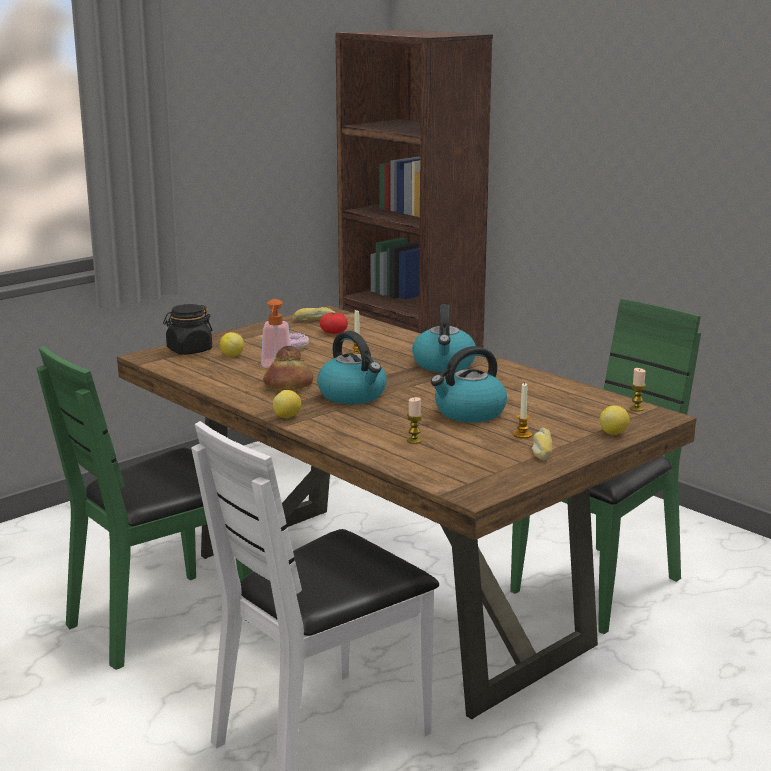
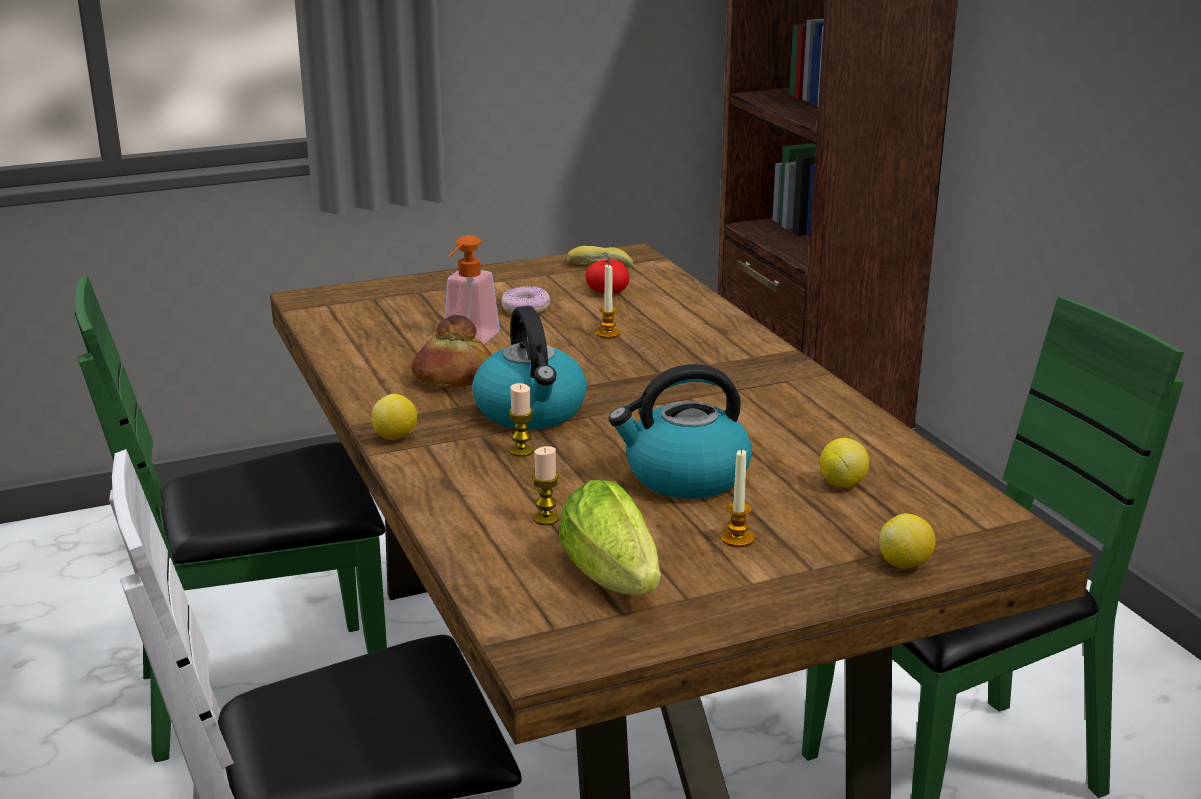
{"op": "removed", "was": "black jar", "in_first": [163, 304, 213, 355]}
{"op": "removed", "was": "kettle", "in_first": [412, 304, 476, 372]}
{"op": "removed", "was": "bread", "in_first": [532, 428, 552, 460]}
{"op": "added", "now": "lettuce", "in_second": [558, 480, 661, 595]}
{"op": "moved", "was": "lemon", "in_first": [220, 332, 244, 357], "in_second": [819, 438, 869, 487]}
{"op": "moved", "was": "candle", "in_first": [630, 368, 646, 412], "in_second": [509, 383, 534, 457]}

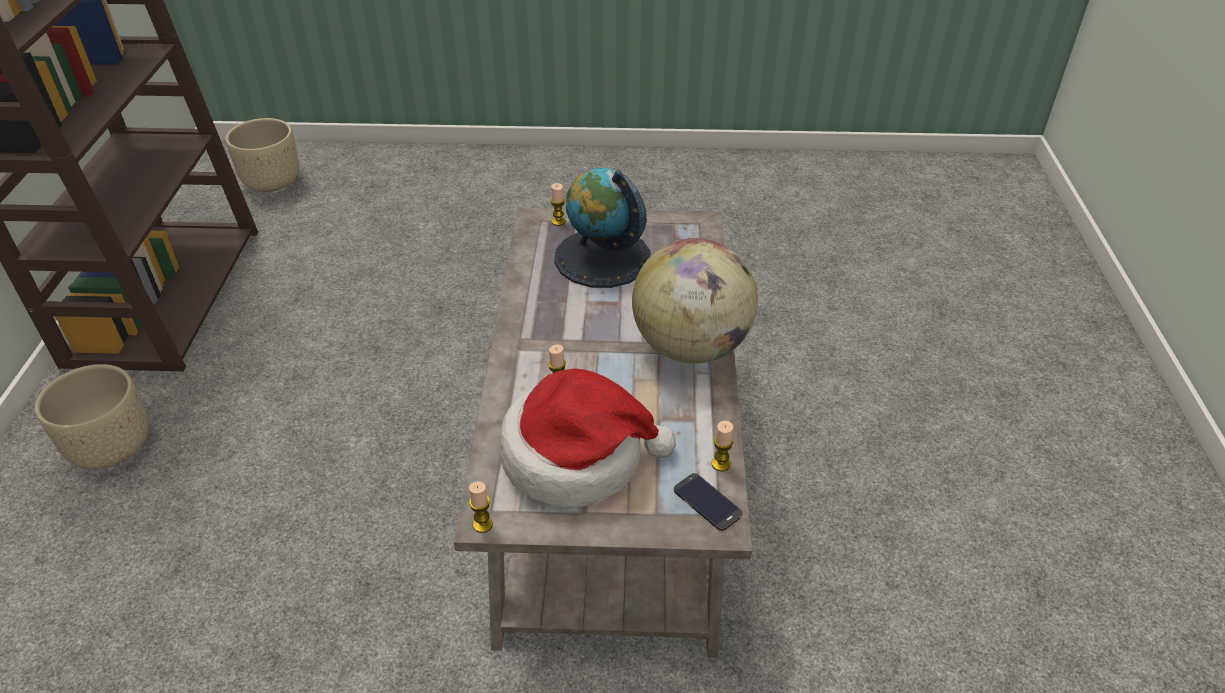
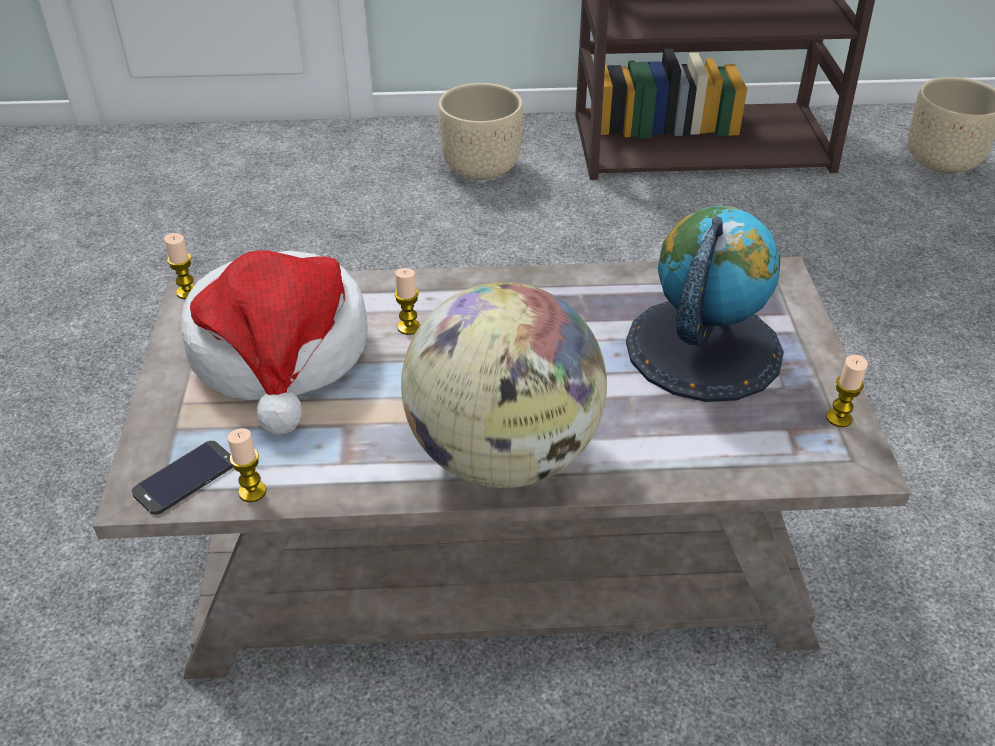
{"op": "moved", "was": "candle", "in_first": [550, 183, 566, 226], "in_second": [826, 355, 868, 427]}

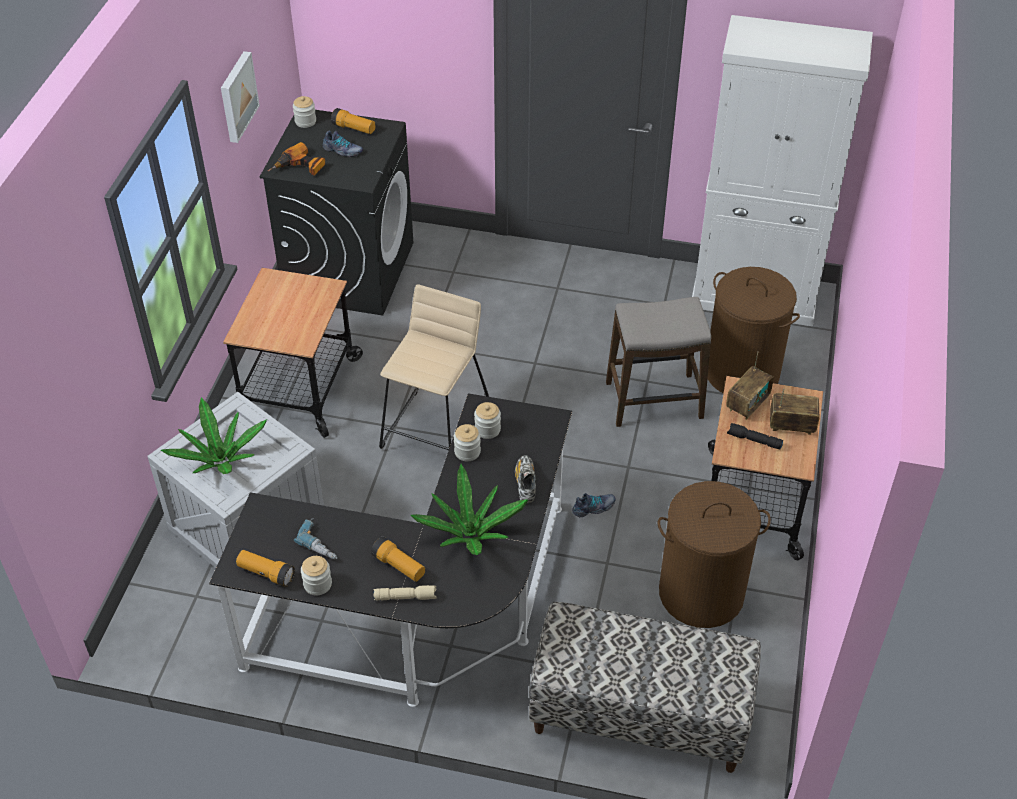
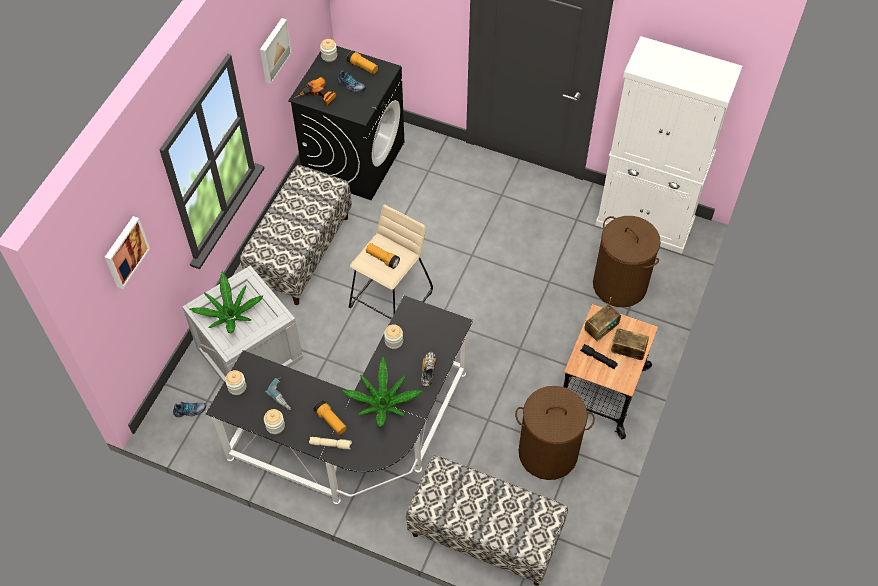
{"op": "removed", "was": "stool", "in_first": [606, 297, 711, 427]}
{"op": "added", "now": "picture", "in_second": [105, 216, 150, 289]}
{"op": "moved", "was": "flashlight", "in_first": [236, 550, 295, 587], "in_second": [366, 243, 400, 269]}
{"op": "moved", "was": "jar", "in_first": [474, 402, 501, 439], "in_second": [225, 370, 246, 395]}
{"op": "moved", "was": "shoe", "in_first": [572, 493, 615, 517], "in_second": [173, 402, 206, 417]}
{"op": "replaced", "was": "cart", "now": "bench", "in_first": [223, 268, 363, 438], "in_second": [240, 165, 352, 305]}

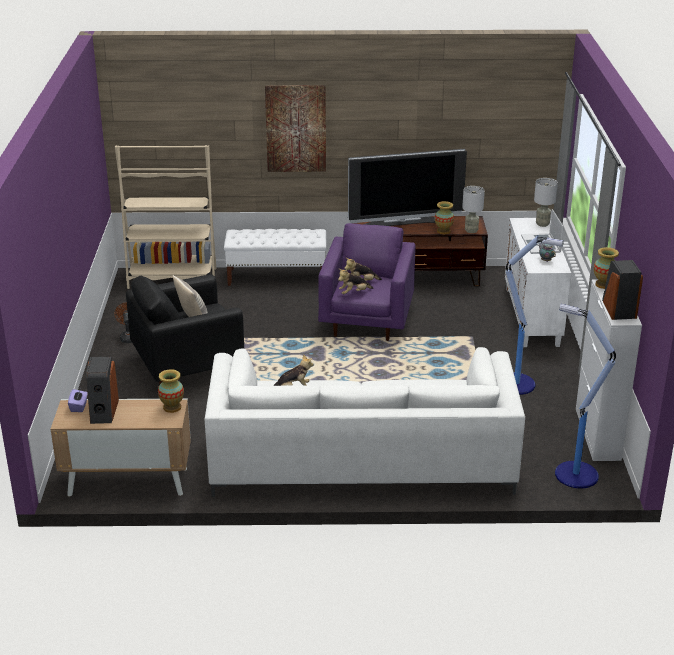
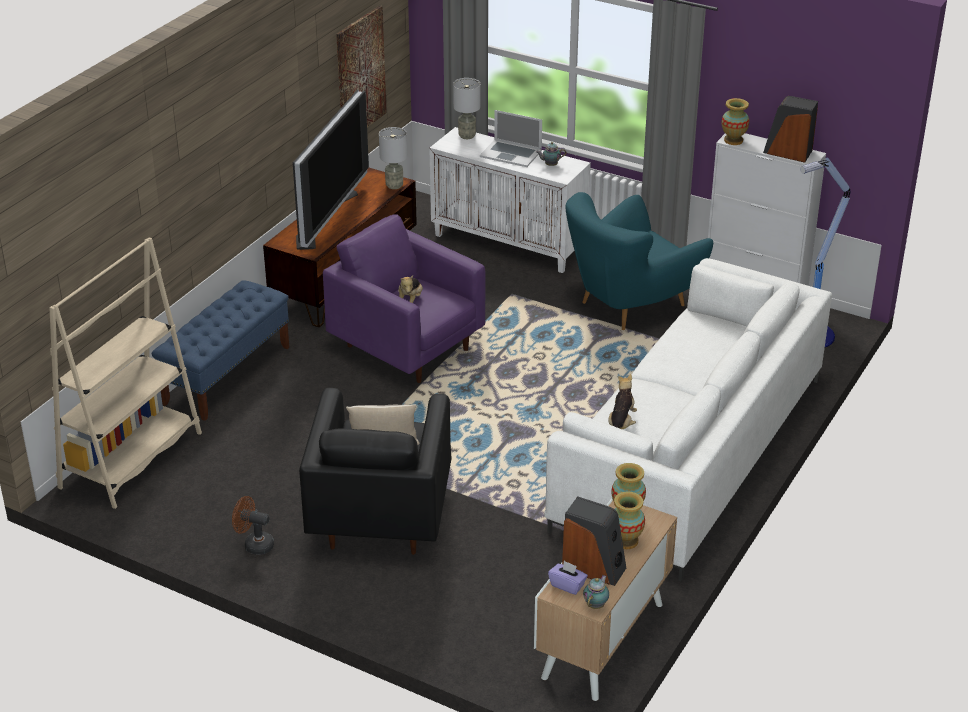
{"op": "removed", "was": "plush toy", "in_first": [338, 269, 373, 294]}
{"op": "added", "now": "teapot", "in_second": [583, 575, 609, 609]}
{"op": "moved", "was": "picture", "in_first": [265, 85, 326, 172], "in_second": [336, 5, 387, 127]}
{"op": "moved", "was": "vase", "in_first": [435, 201, 454, 234], "in_second": [614, 491, 645, 549]}
{"op": "replaced", "was": "floor lamp", "now": "turquoise armchair", "in_first": [506, 235, 564, 395], "in_second": [565, 192, 713, 330]}
{"op": "recoloured", "was": "white bench", "now": "blue bench", "in_first": [224, 229, 326, 286], "in_second": [152, 280, 290, 421]}

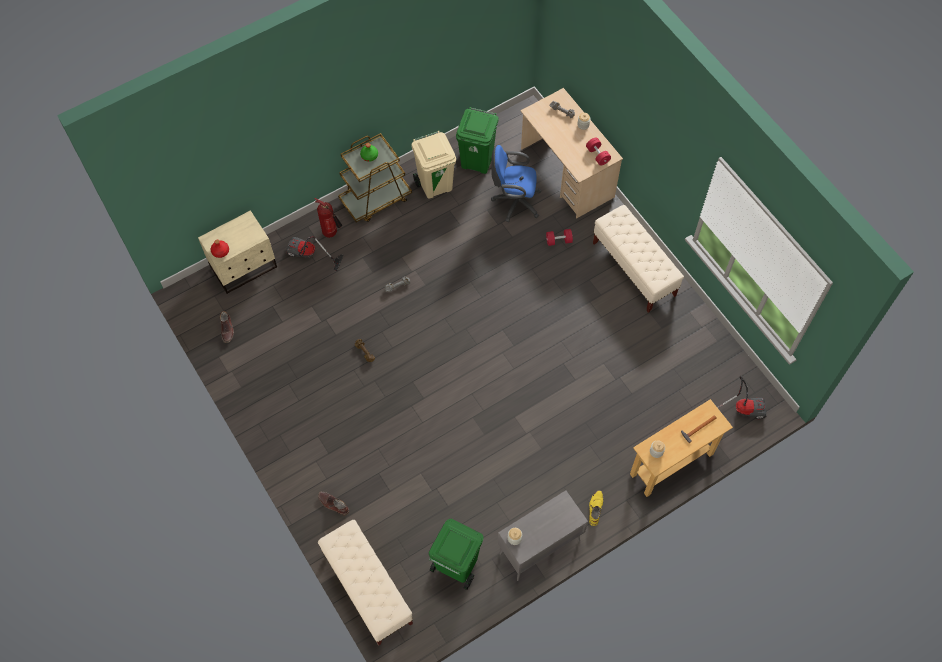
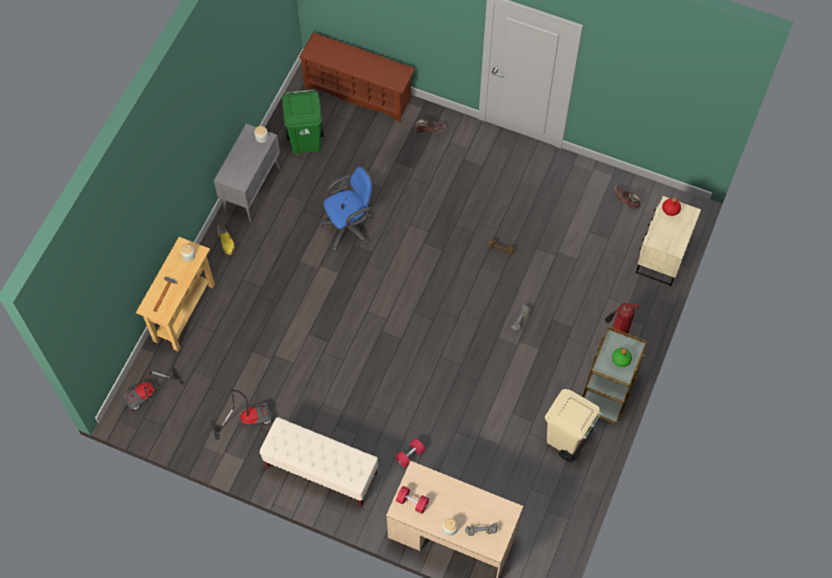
{"op": "removed", "was": "green trash can", "in_first": [456, 107, 499, 174]}
{"op": "moved", "was": "vacuum cleaner", "in_first": [285, 236, 344, 271], "in_second": [211, 388, 273, 440]}
{"op": "moved", "was": "blue office chair", "in_first": [491, 145, 541, 222], "in_second": [319, 167, 373, 251]}
{"op": "replaced", "was": "beige bench", "now": "brown shoe rack", "in_first": [318, 520, 413, 645], "in_second": [299, 33, 415, 122]}

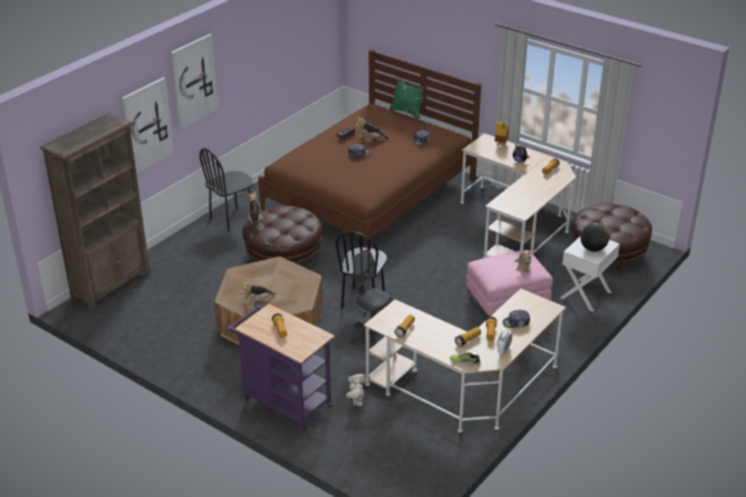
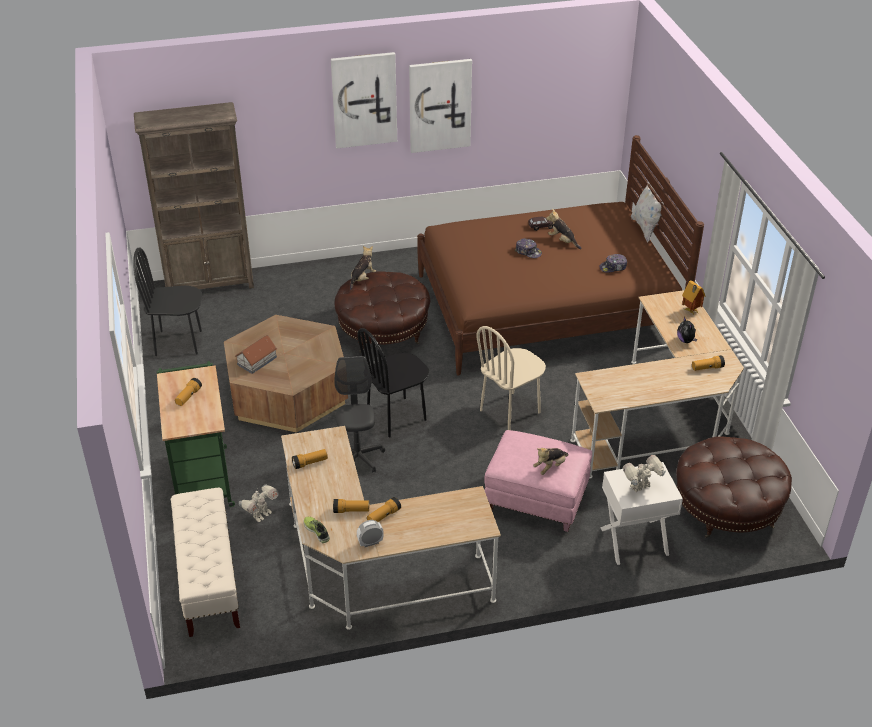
{"op": "removed", "was": "cap", "in_first": [503, 310, 530, 328]}
{"op": "added", "now": "beige bench", "in_second": [171, 488, 240, 637]}
{"op": "added", "now": "beige chair", "in_second": [477, 326, 546, 430]}
{"op": "moved", "was": "picture", "in_first": [121, 77, 174, 174], "in_second": [409, 59, 472, 153]}
{"op": "moved", "was": "black chair", "in_first": [199, 148, 254, 232], "in_second": [133, 247, 202, 356]}
{"op": "replaced", "was": "plush toy", "now": "toy house", "in_first": [240, 282, 275, 305], "in_second": [235, 335, 277, 374]}
{"op": "replaced", "was": "globe", "now": "toy robot", "in_first": [581, 223, 609, 252], "in_second": [623, 455, 666, 492]}
{"op": "recoloured", "was": "purple cart", "now": "green cart", "in_first": [226, 304, 335, 431], "in_second": [157, 361, 235, 507]}
{"op": "recoloured", "was": "green pillow", "now": "white pillow", "in_first": [390, 76, 427, 120], "in_second": [631, 182, 664, 242]}

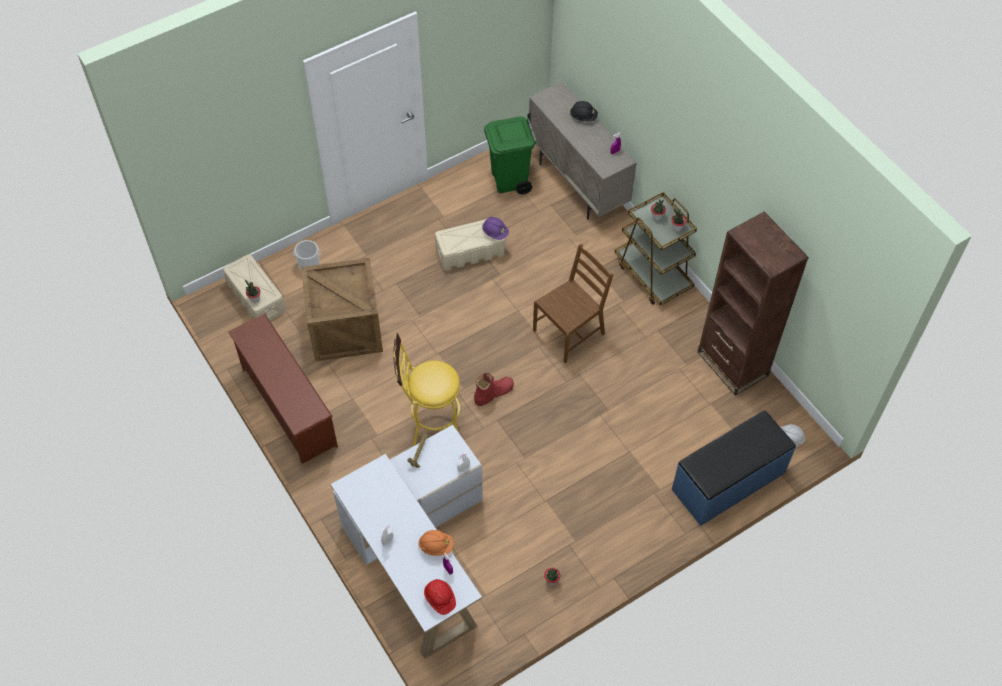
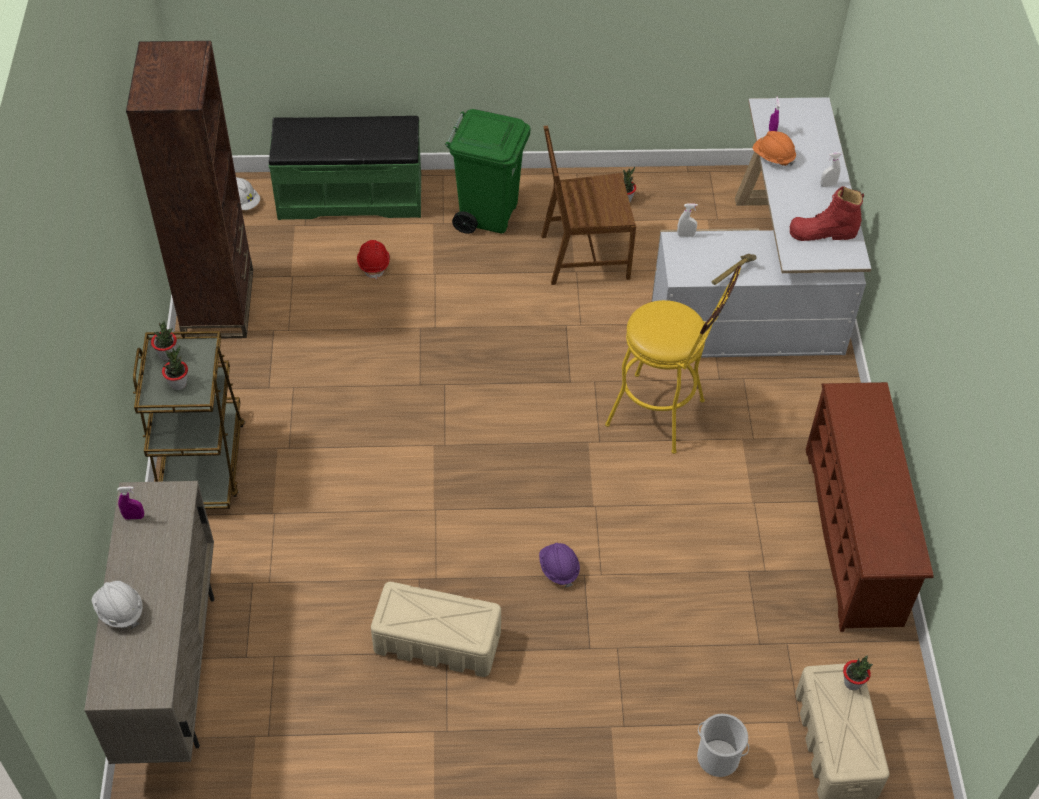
{"op": "removed", "was": "crate", "in_first": [301, 258, 383, 361]}
{"op": "moved", "was": "red hard hat", "in_first": [424, 579, 456, 615], "in_second": [357, 240, 390, 280]}
{"op": "moved", "was": "red boot", "in_first": [474, 373, 514, 406], "in_second": [790, 186, 865, 241]}
{"op": "moved", "was": "purple hard hat", "in_first": [482, 217, 509, 240], "in_second": [539, 543, 580, 588]}
{"op": "moved", "was": "green trash can", "in_first": [484, 116, 537, 194], "in_second": [445, 109, 531, 234]}
{"op": "moved", "was": "brown chair", "in_first": [533, 244, 614, 363], "in_second": [541, 125, 636, 285]}
{"op": "recoloured", "was": "black hard hat", "now": "white hard hat", "in_first": [570, 101, 598, 121], "in_second": [91, 581, 143, 629]}
{"op": "recoloured", "was": "blue bench", "now": "green bench", "in_first": [672, 410, 796, 526], "in_second": [269, 116, 421, 220]}

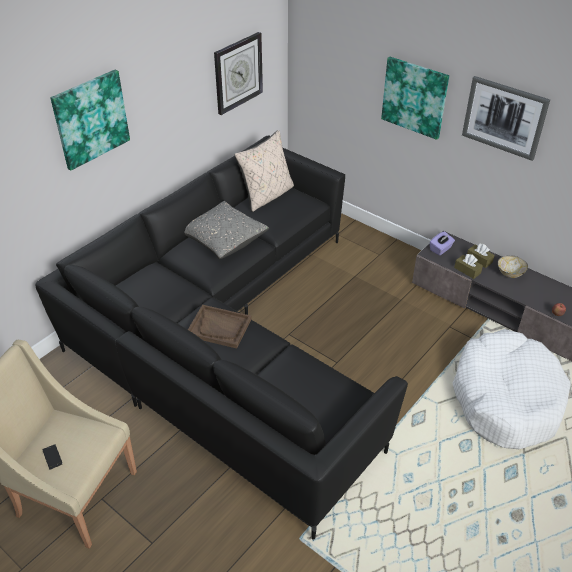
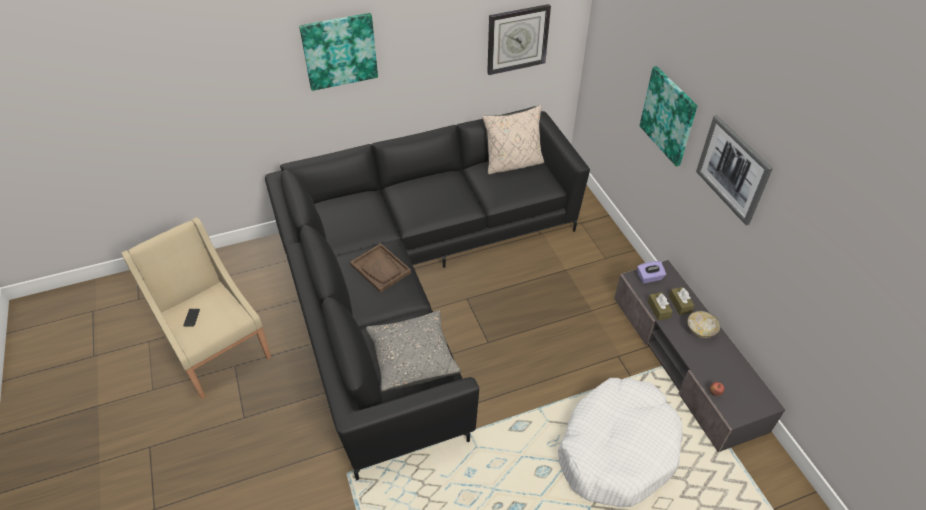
{"op": "moved", "was": "grey pillow", "in_first": [185, 201, 269, 259], "in_second": [366, 311, 461, 392]}

